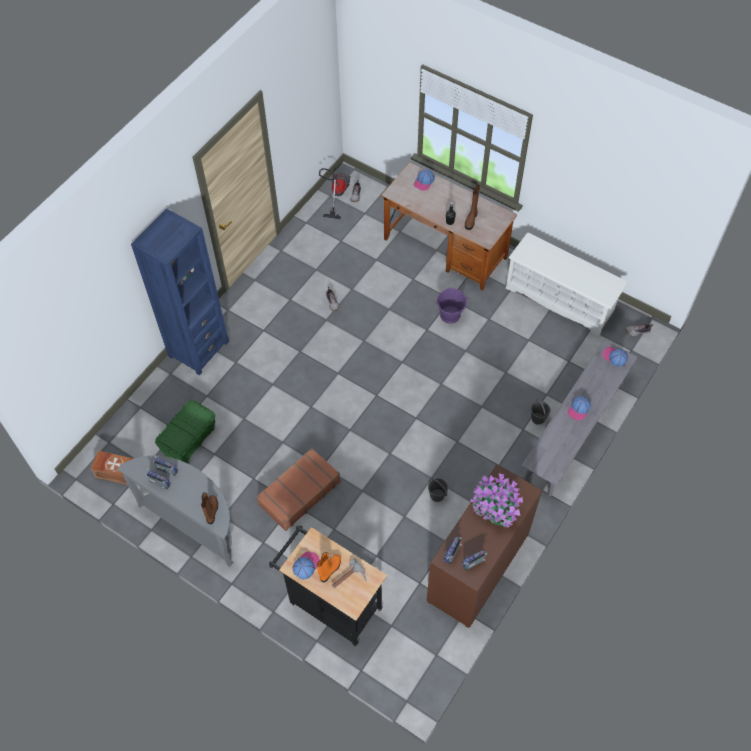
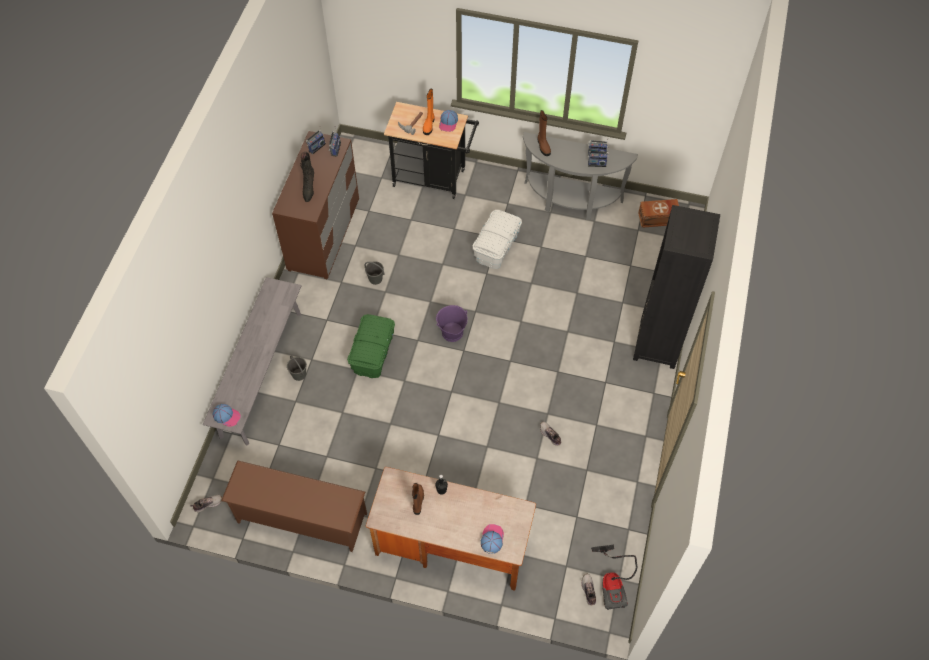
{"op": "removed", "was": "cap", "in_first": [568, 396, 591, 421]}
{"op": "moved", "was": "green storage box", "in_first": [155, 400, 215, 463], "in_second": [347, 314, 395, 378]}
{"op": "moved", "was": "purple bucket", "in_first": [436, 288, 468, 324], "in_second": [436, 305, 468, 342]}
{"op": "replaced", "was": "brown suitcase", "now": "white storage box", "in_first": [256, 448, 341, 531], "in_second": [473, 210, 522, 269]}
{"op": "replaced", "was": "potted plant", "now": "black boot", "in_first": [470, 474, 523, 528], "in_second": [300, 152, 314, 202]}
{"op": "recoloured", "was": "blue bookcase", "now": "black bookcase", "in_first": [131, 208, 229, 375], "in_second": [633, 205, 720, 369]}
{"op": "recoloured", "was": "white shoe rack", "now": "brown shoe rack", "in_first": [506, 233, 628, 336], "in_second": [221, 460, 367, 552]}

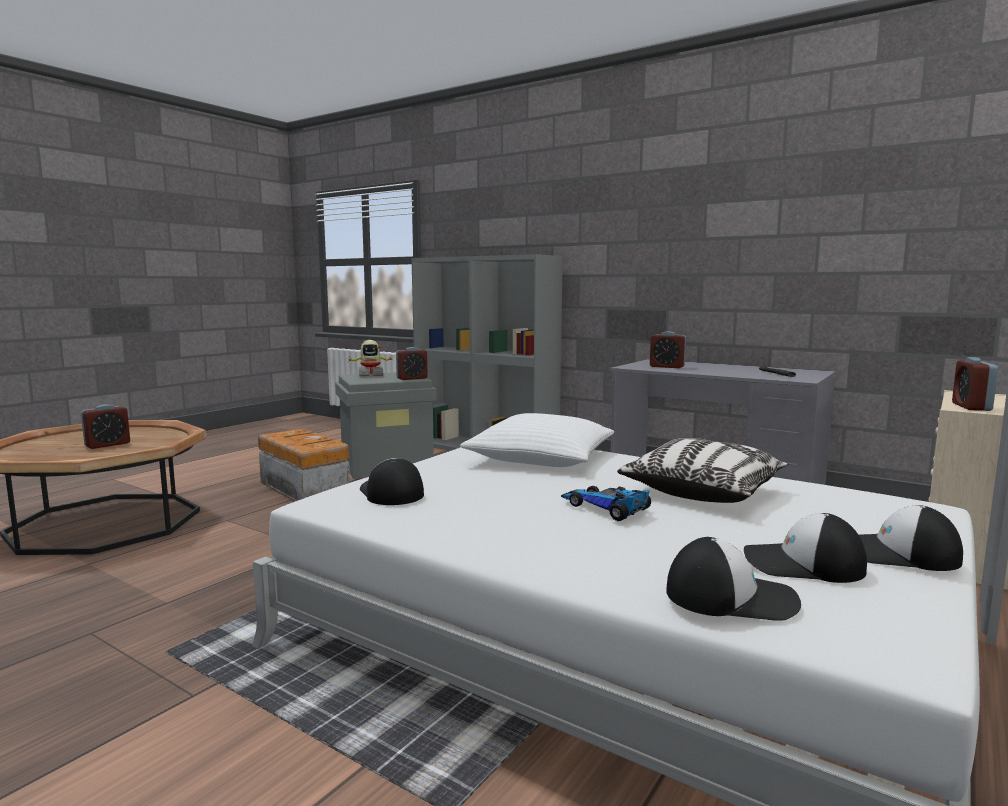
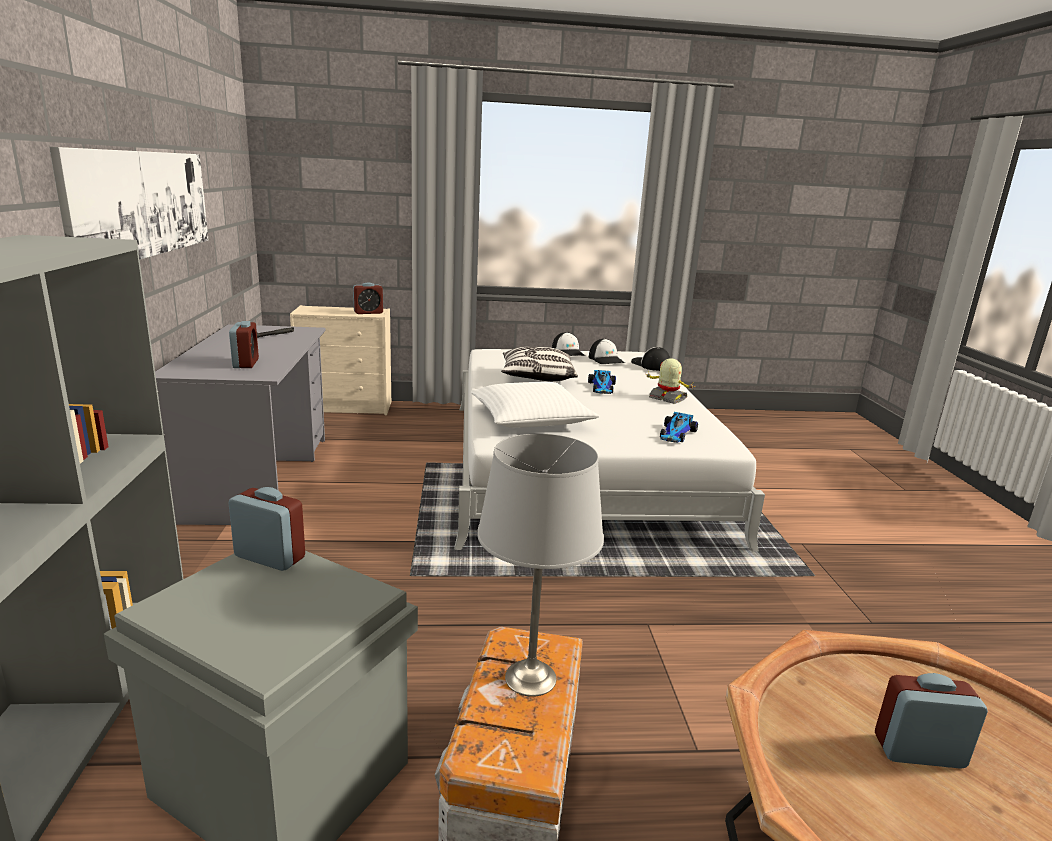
{"op": "added", "now": "picture", "in_second": [49, 147, 208, 259]}
{"op": "added", "now": "grey table lamp", "in_second": [477, 434, 604, 697]}
{"op": "moved", "was": "toy robot", "in_first": [346, 340, 393, 376], "in_second": [646, 358, 695, 404]}
{"op": "replaced", "was": "cap", "now": "toy car", "in_first": [360, 458, 424, 505], "in_second": [660, 412, 698, 443]}

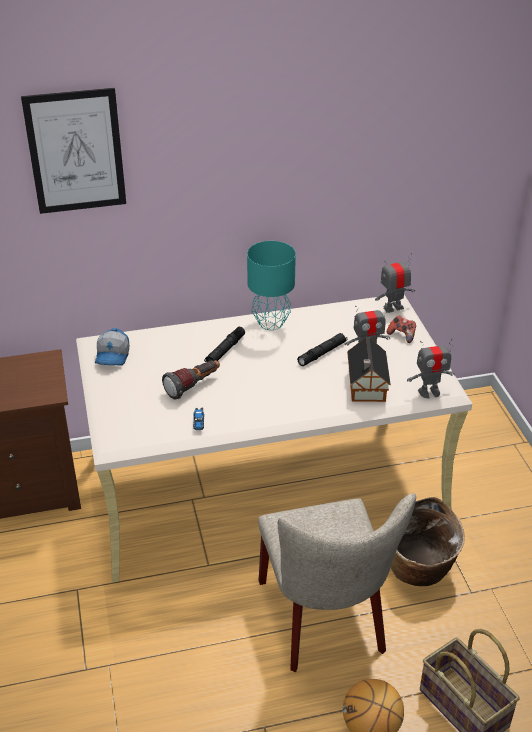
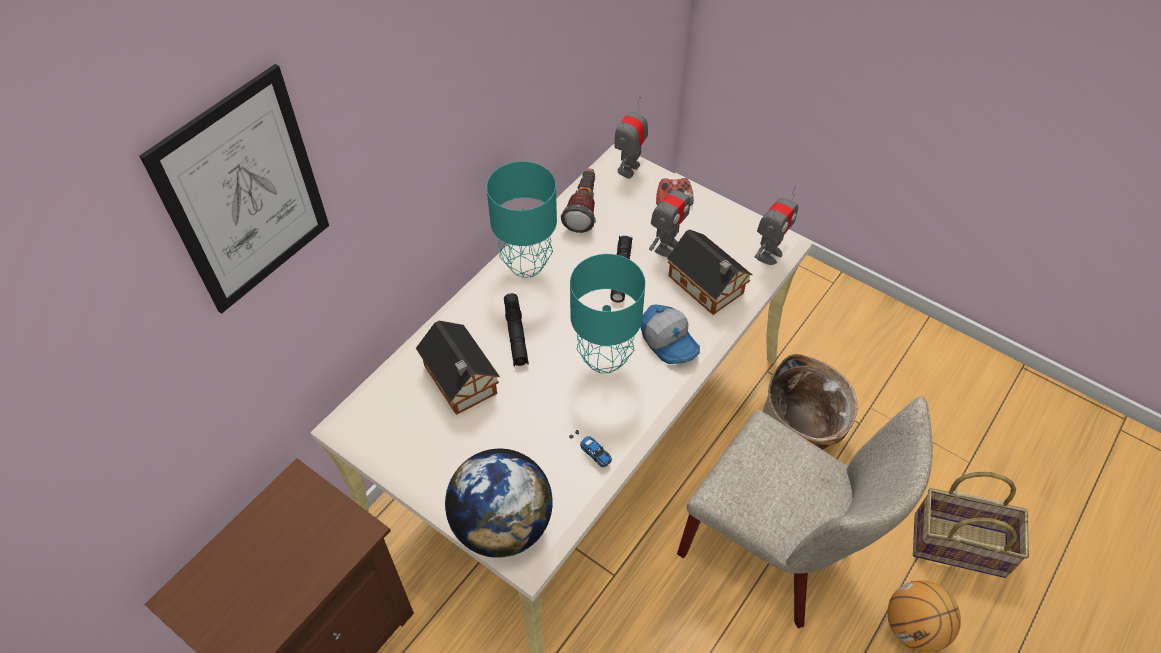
{"op": "added", "now": "toy house", "in_second": [416, 321, 500, 415]}
{"op": "added", "now": "globe", "in_second": [445, 449, 553, 558]}
{"op": "added", "now": "turquoise table lamp", "in_second": [570, 254, 645, 373]}
{"op": "moved", "was": "cap", "in_first": [95, 328, 129, 366], "in_second": [641, 305, 700, 364]}
{"op": "moved", "was": "flashlight", "in_first": [162, 360, 220, 400], "in_second": [561, 169, 596, 233]}

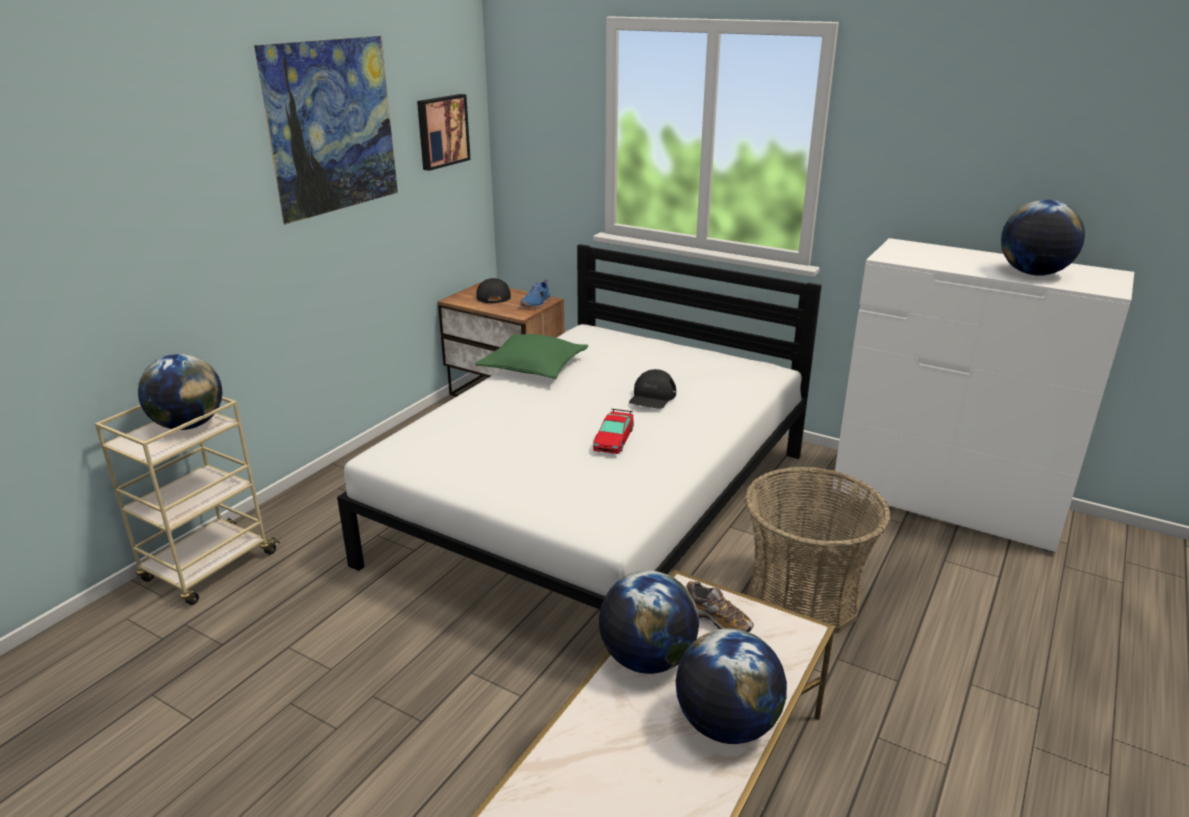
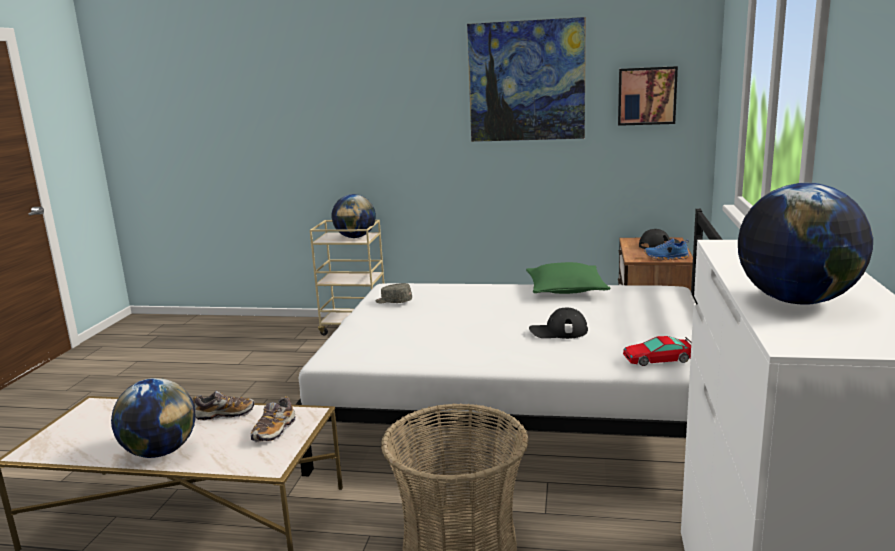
{"op": "added", "now": "grey cap", "in_second": [376, 283, 412, 304]}
{"op": "moved", "was": "toy car", "in_first": [593, 409, 634, 454], "in_second": [623, 336, 691, 366]}
{"op": "replaced", "was": "globe", "now": "shoe", "in_first": [599, 571, 699, 674], "in_second": [192, 391, 255, 421]}

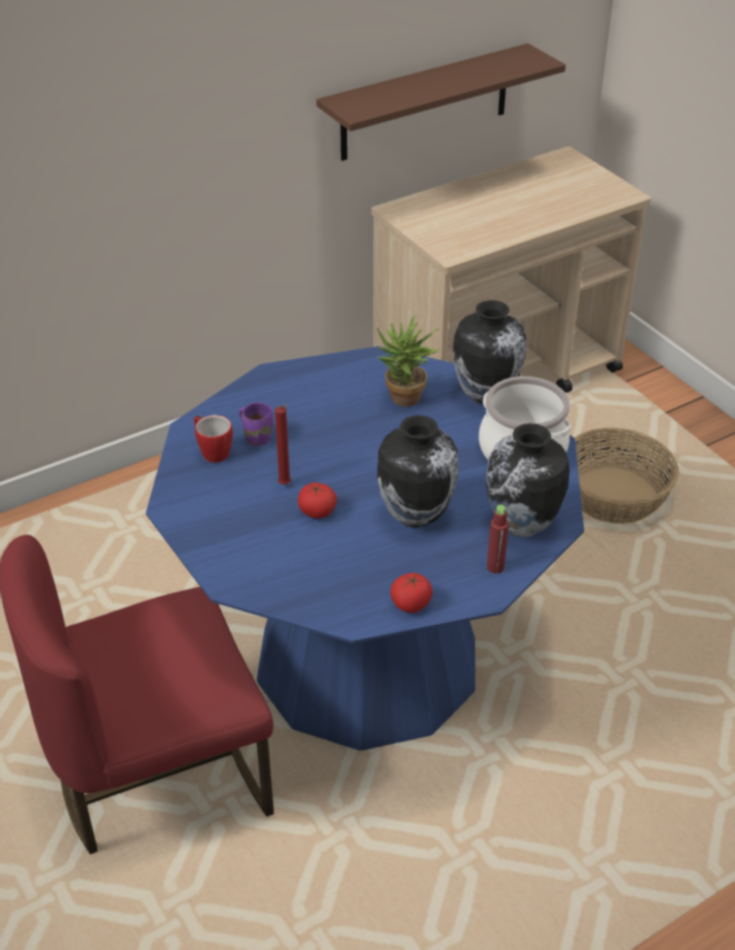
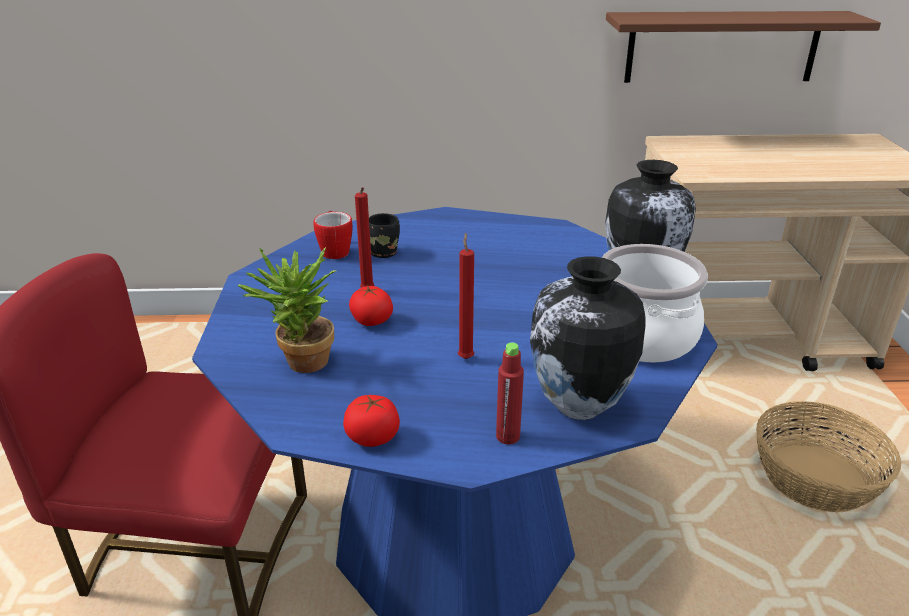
{"op": "moved", "was": "potted plant", "in_first": [377, 314, 440, 407], "in_second": [238, 247, 336, 373]}
{"op": "replaced", "was": "vase", "now": "red candle", "in_first": [377, 415, 458, 529], "in_second": [458, 233, 474, 359]}
{"op": "recoloured", "was": "purple mug", "now": "black mug", "in_first": [239, 402, 273, 446], "in_second": [369, 213, 400, 258]}

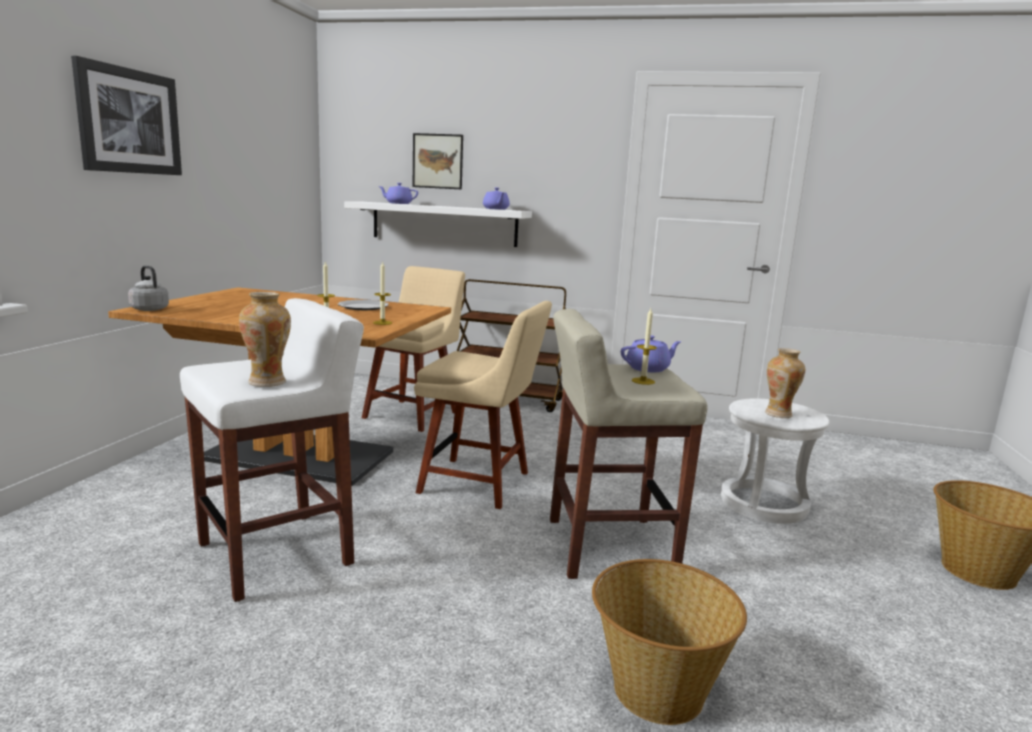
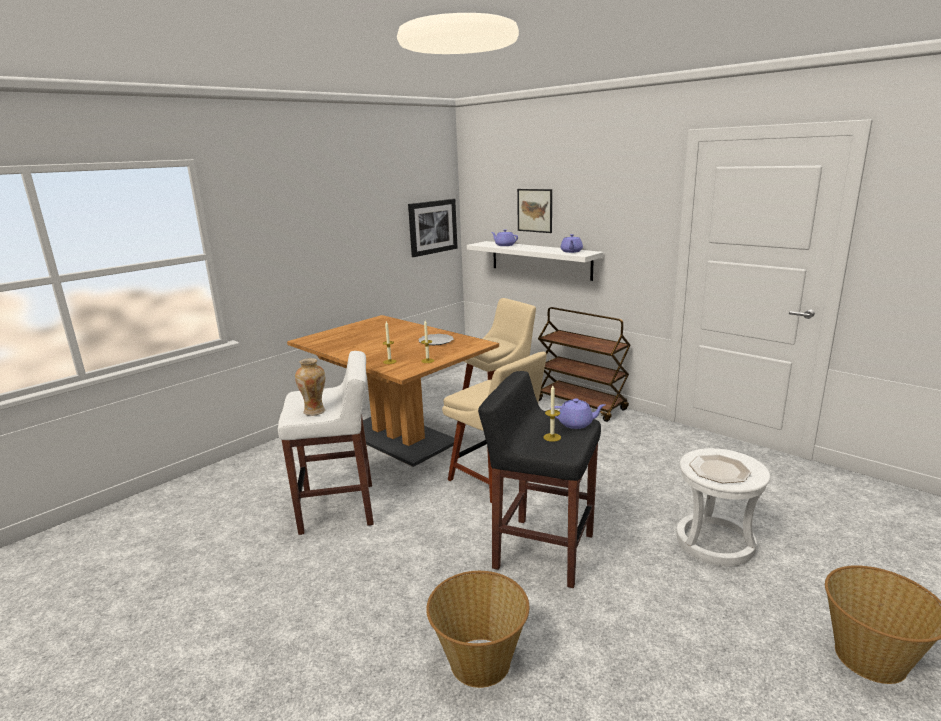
{"op": "removed", "was": "grey kettle", "in_first": [128, 266, 169, 311]}
{"op": "moved", "was": "picture", "in_first": [71, 55, 182, 175], "in_second": [408, 199, 457, 257]}
{"op": "replaced", "was": "vase", "now": "plate", "in_first": [765, 348, 805, 418], "in_second": [689, 454, 751, 483]}
{"op": "recoloured", "was": "beige stool", "now": "black stool", "in_first": [550, 309, 708, 579], "in_second": [478, 371, 601, 588]}

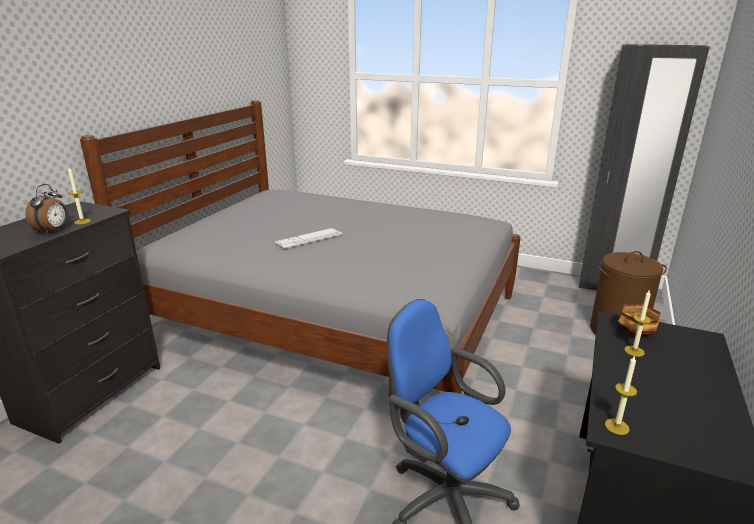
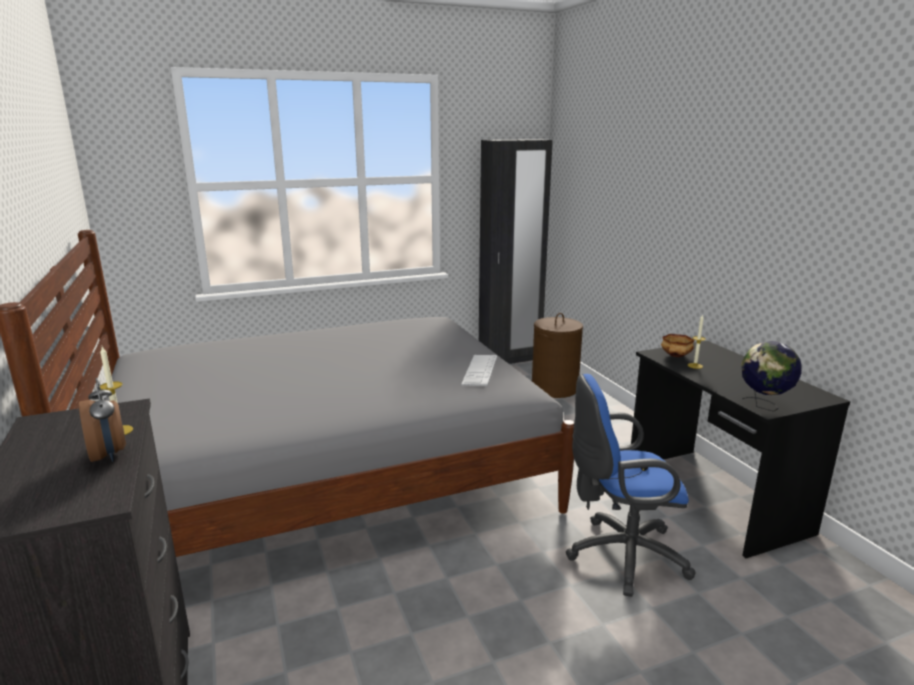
{"op": "moved", "was": "keyboard", "in_first": [275, 228, 342, 249], "in_second": [461, 355, 497, 386]}
{"op": "replaced", "was": "candle", "now": "globe", "in_first": [605, 355, 637, 435], "in_second": [741, 341, 802, 412]}

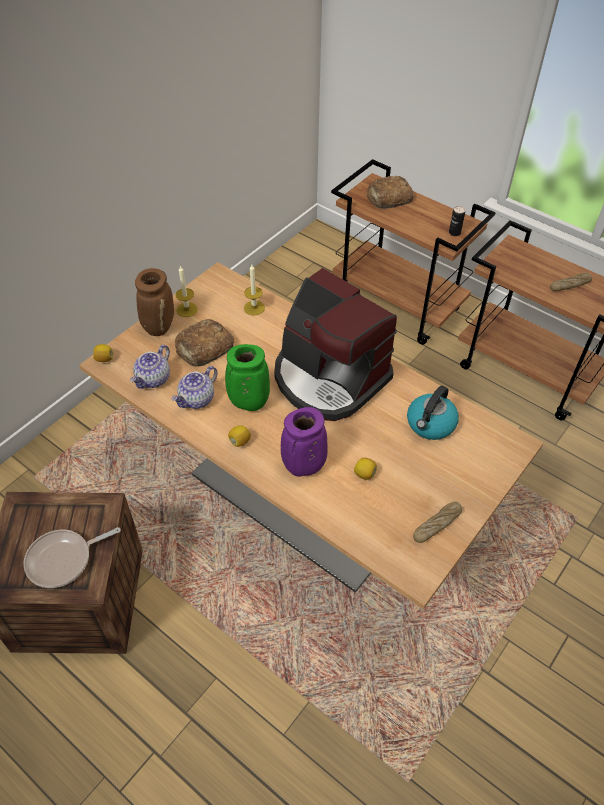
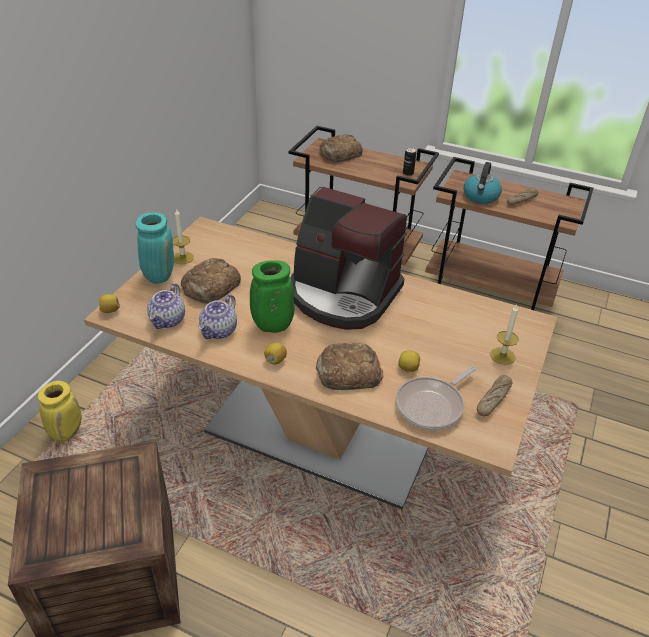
{"op": "added", "now": "yellow vase", "in_second": [38, 381, 82, 442]}
{"op": "moved", "was": "frying pan", "in_first": [23, 527, 121, 588], "in_second": [396, 366, 476, 430]}
{"op": "moved", "was": "candle", "in_first": [244, 265, 265, 316], "in_second": [490, 305, 519, 365]}
{"op": "moved", "was": "kettle", "in_first": [407, 386, 459, 440], "in_second": [463, 162, 502, 204]}
{"op": "replaced", "was": "purple vase", "now": "bread", "in_first": [281, 407, 328, 477], "in_second": [316, 343, 383, 390]}
{"op": "recoloured", "was": "brown vase", "now": "turquoise vase", "in_first": [135, 268, 174, 336], "in_second": [136, 212, 174, 284]}

